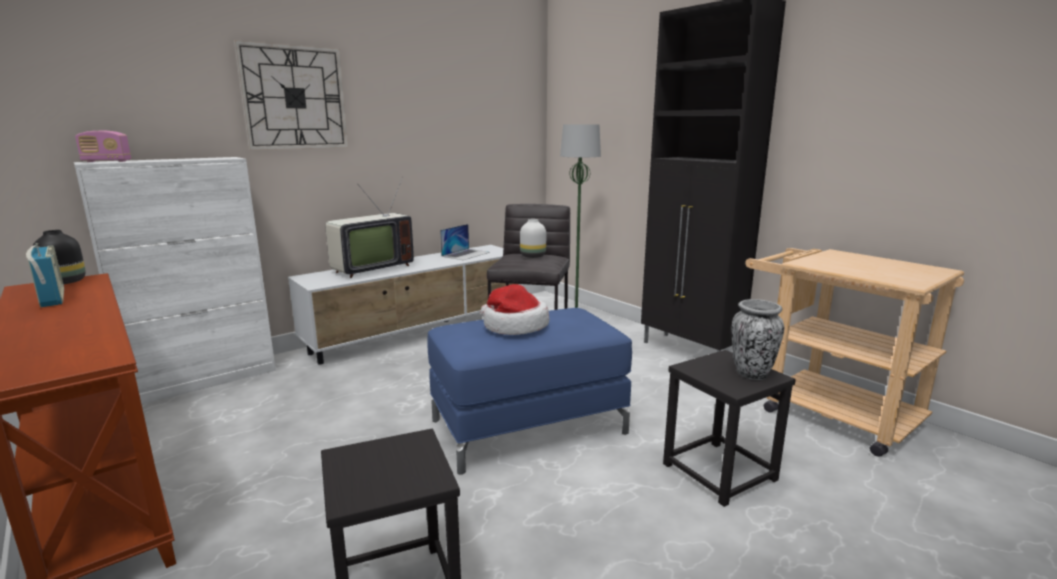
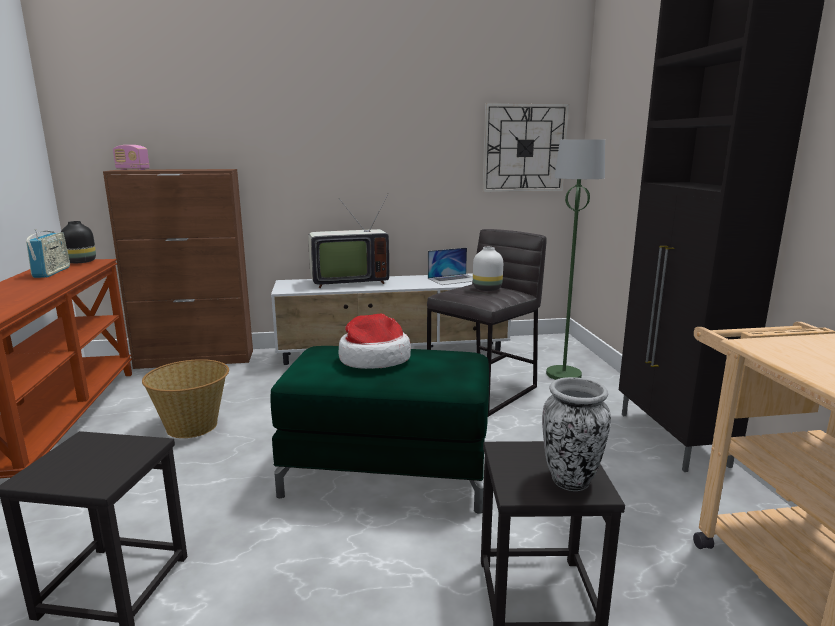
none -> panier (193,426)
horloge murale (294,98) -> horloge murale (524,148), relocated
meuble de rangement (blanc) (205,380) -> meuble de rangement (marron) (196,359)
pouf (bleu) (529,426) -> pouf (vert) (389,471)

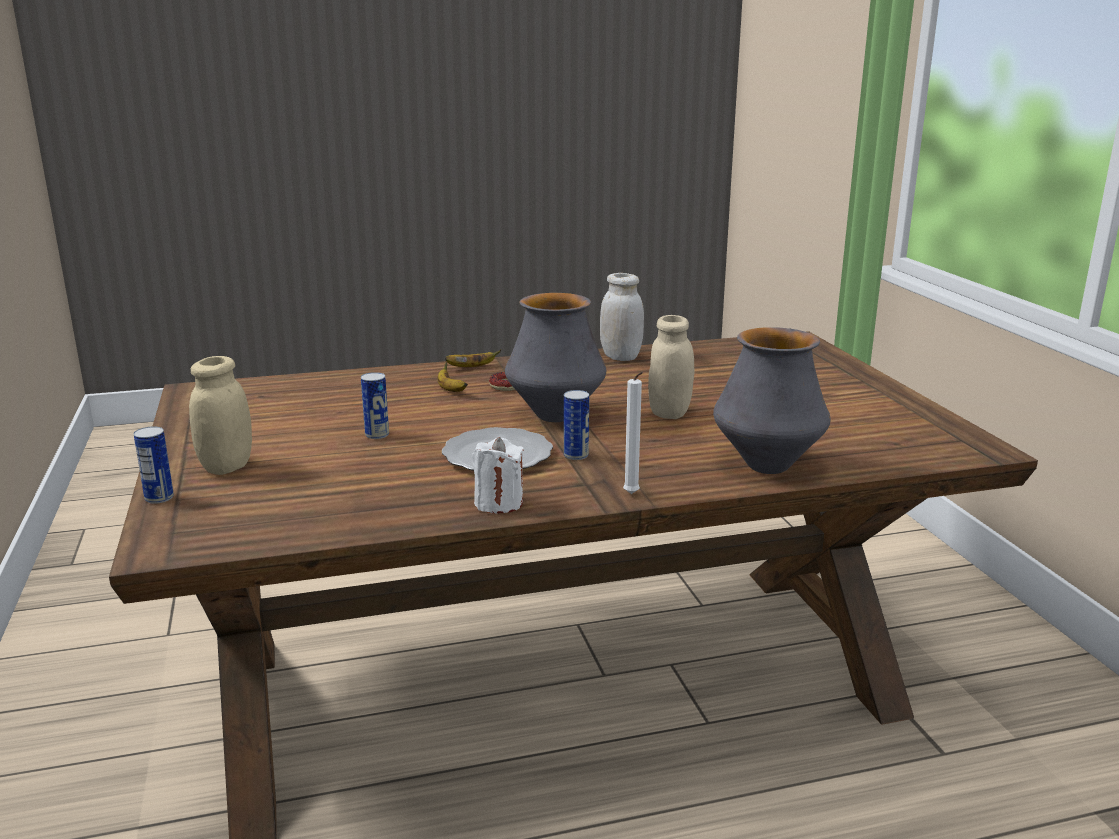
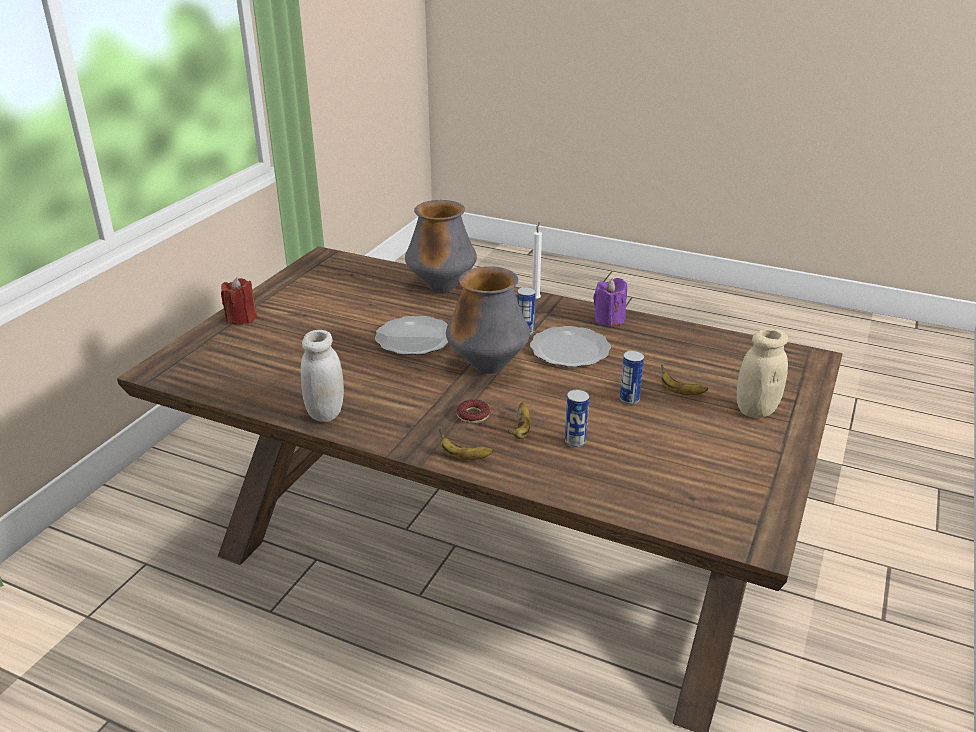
none -> bougie (rouge) (241,318)
none -> banane (680,392)
boîte métallique (159,498) -> boîte métallique (575,441), relocated
bocal (beige) (669,413) -> assiette (415,339)
bougie (blanc) (498,503) -> bougie (violet) (609,319)

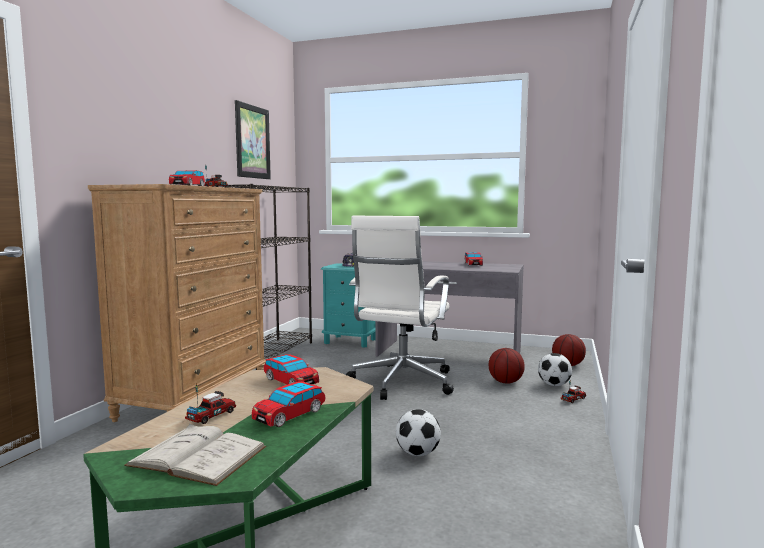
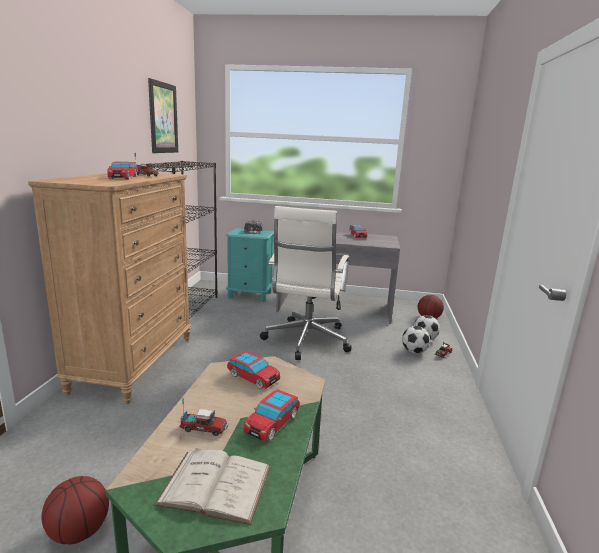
ballon de foot (417,453) -> ballon de foot (414,352), relocated
ballon de basket (505,382) -> ballon de basket (78,531), relocated
camion jouet (212,416) -> camion jouet (204,429), 75 degrees clockwise

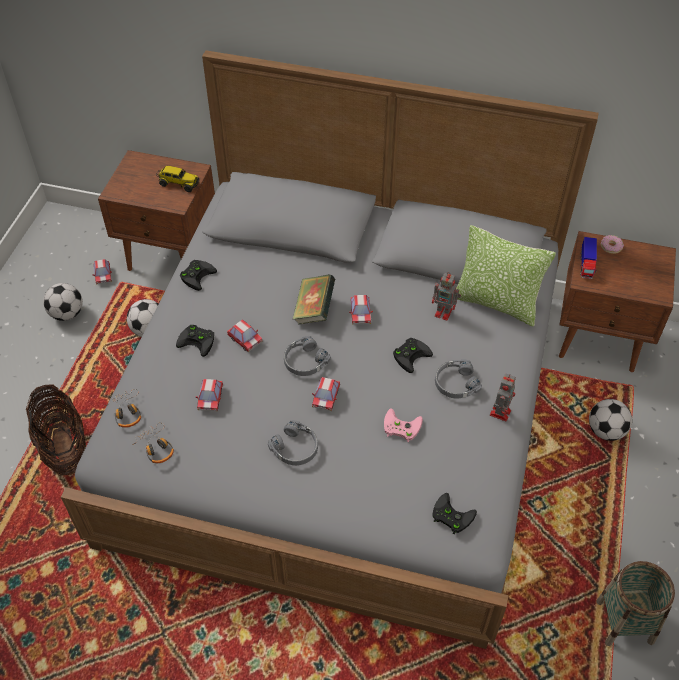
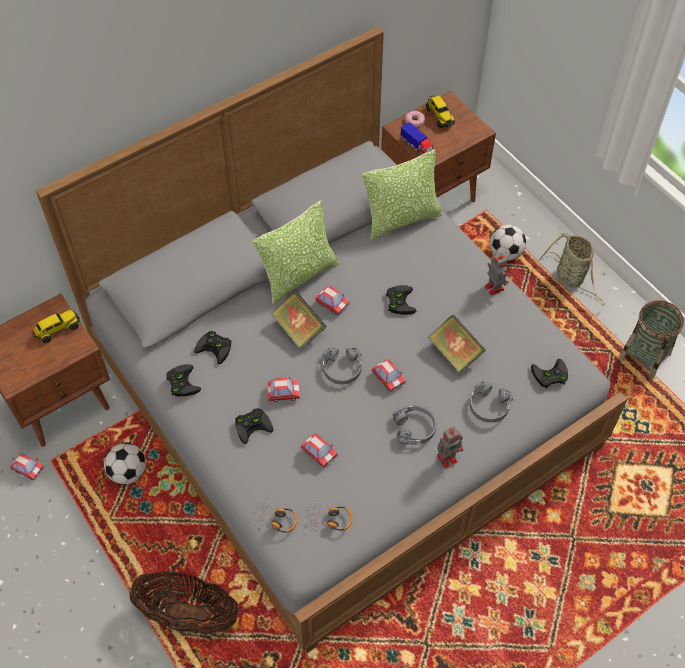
ballon de foot (67,314) -> none
none -> manette (noir) (216,347)
none -> coussin (299,276)
none -> camion jouet (439,116)
none -> panier (571,279)
robot jouet (444,313) -> robot jouet (448,457), relocated
casque audio (gris) (455,383) -> casque audio (gris) (489,406), relocated
manette (rose) (400,427) -> livre (455,352)

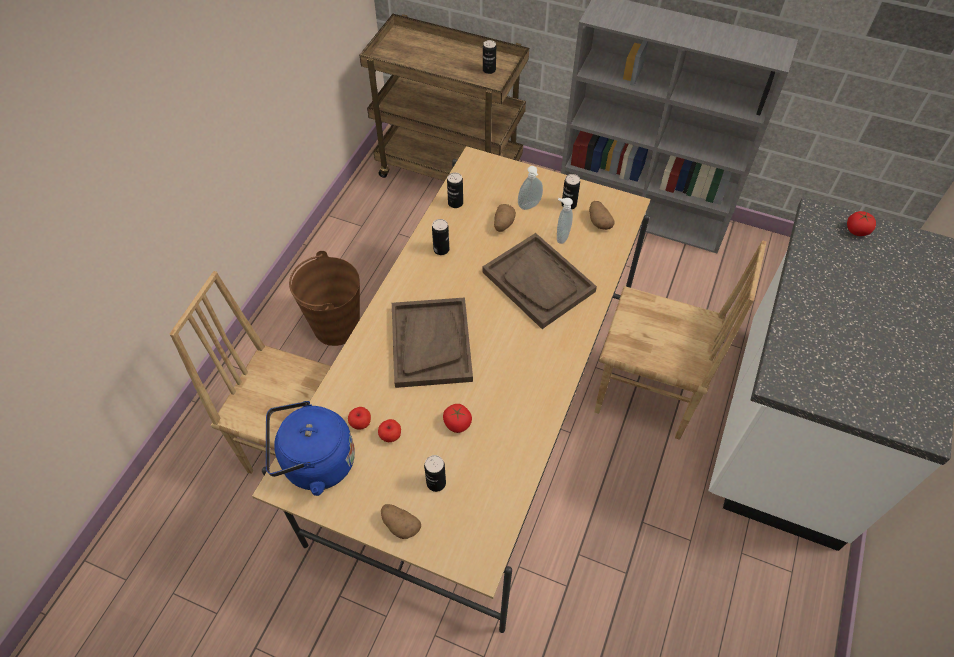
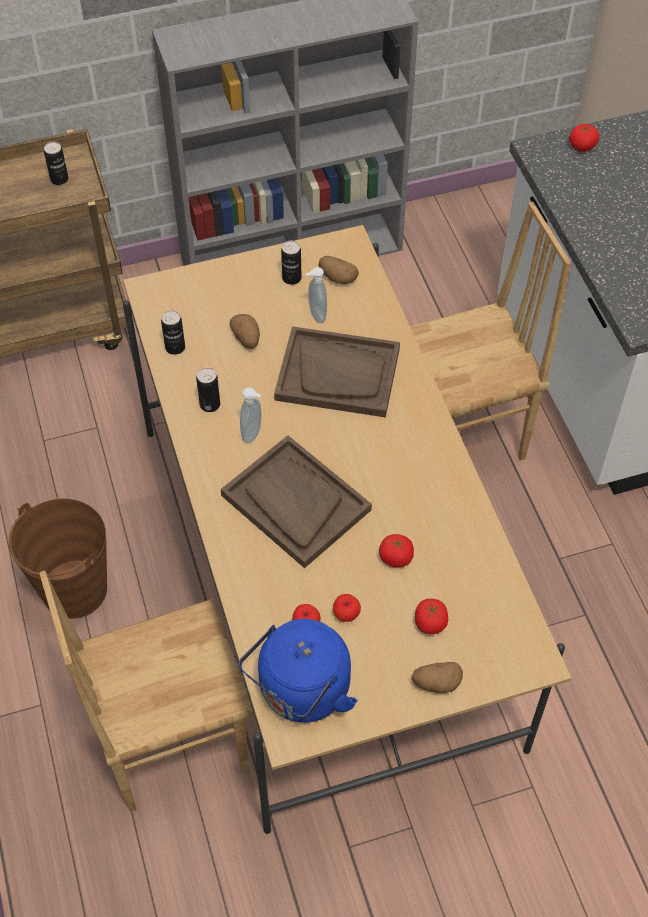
distributeur de savon (530,206) -> distributeur de savon (253,434), relocated
boîte métallique (436,483) -> tomate (430,623)

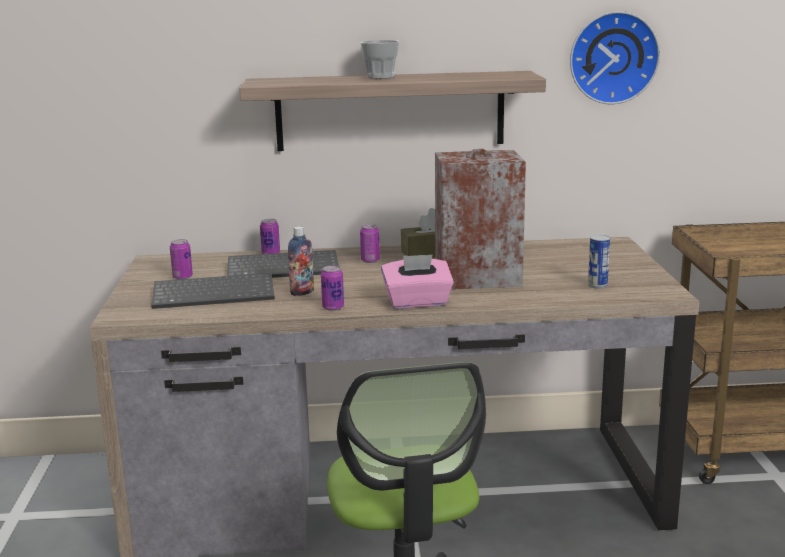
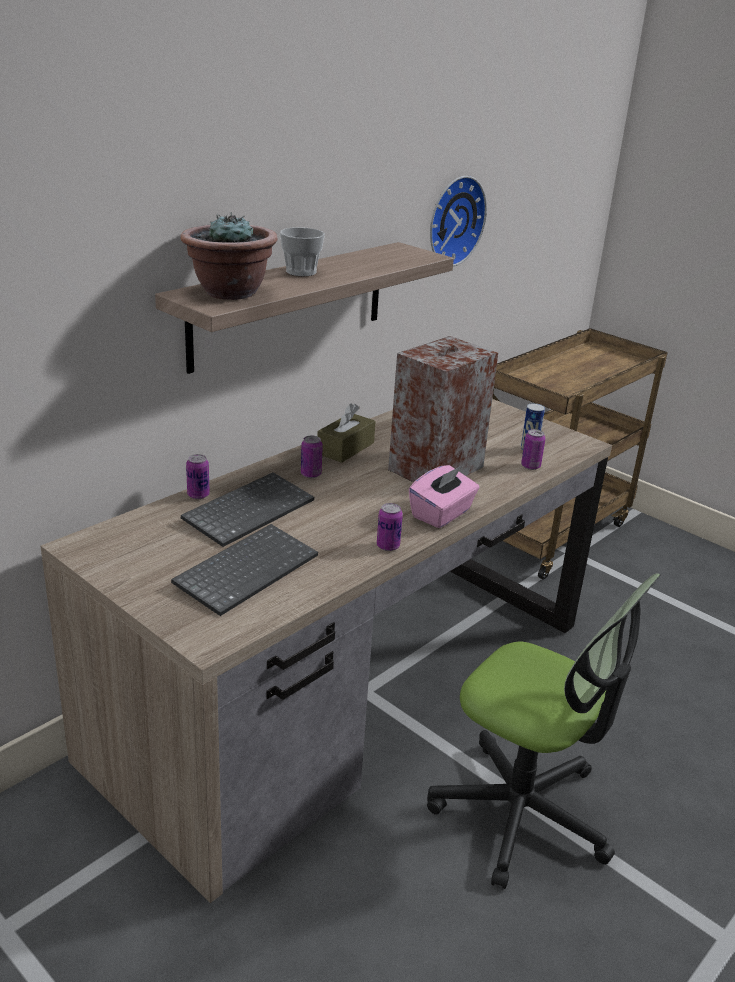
bouteille (302,292) -> none
none -> plante en pot (229,292)
boîte métallique (182,277) -> boîte métallique (530,466), relocated

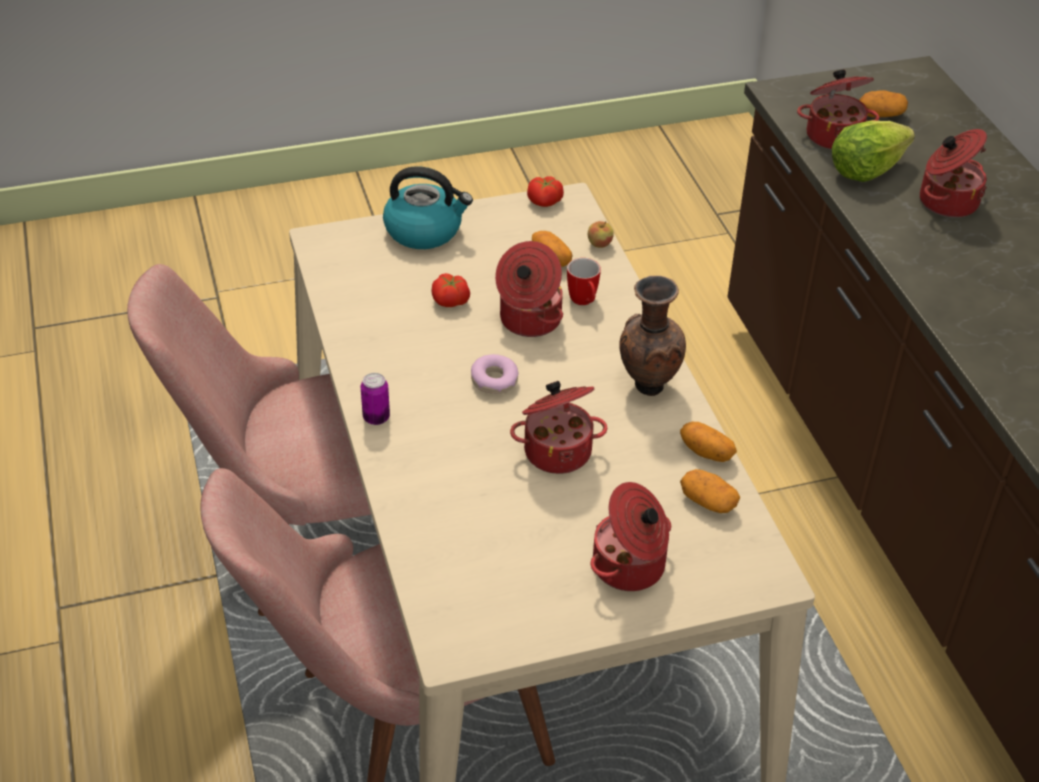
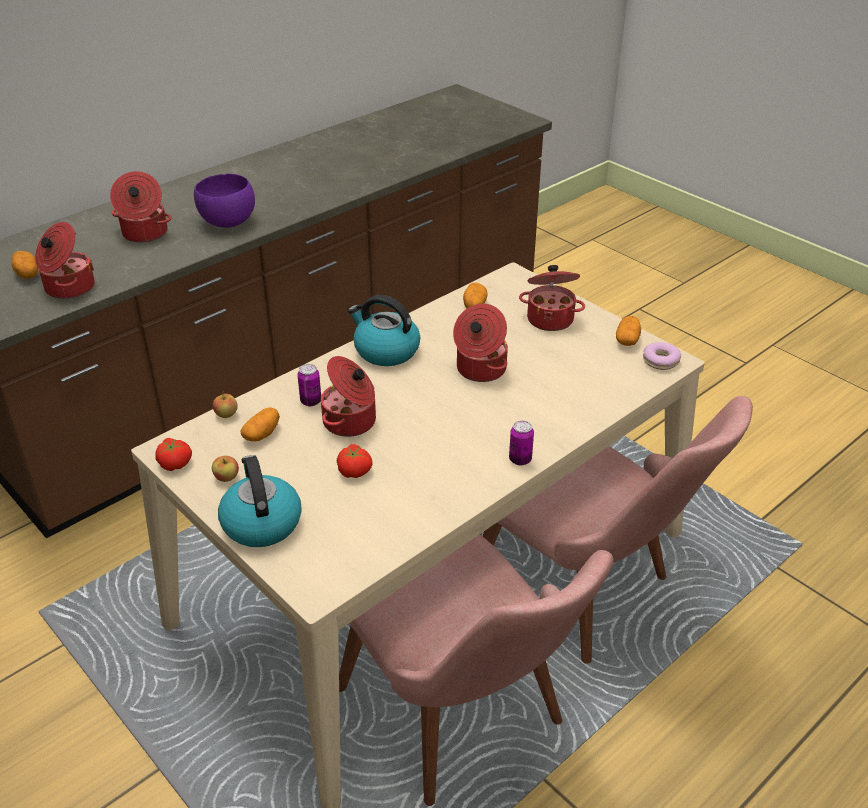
laitue (865,170) -> none
none -> bol (violet) (227,223)
none -> pomme (227,478)
beignet (494,380) -> beignet (661,361), relocated
pomme de terre (706,452) -> pomme de terre (627,340), relocated
mug (584,303) -> boîte métallique (311,401)
vase (marron) (647,385) -> bouilloire (385,351)

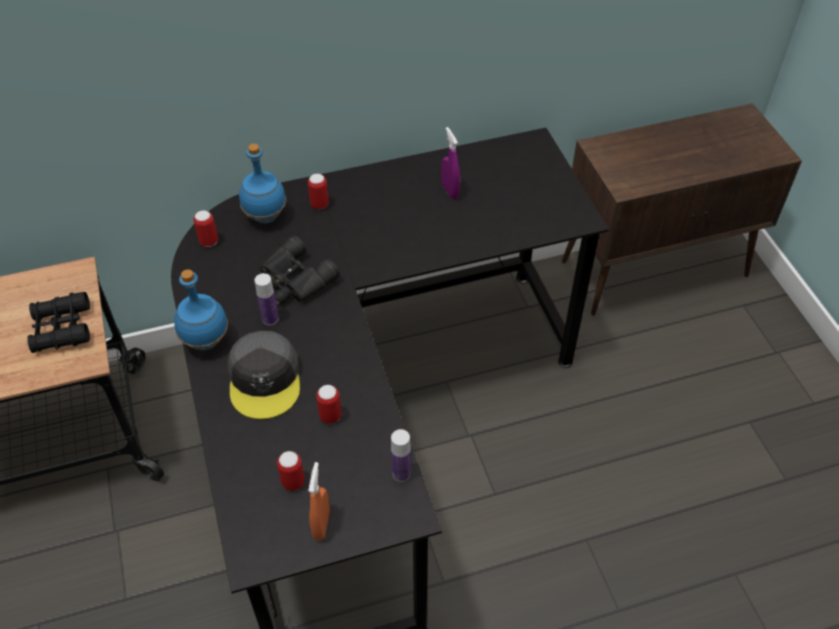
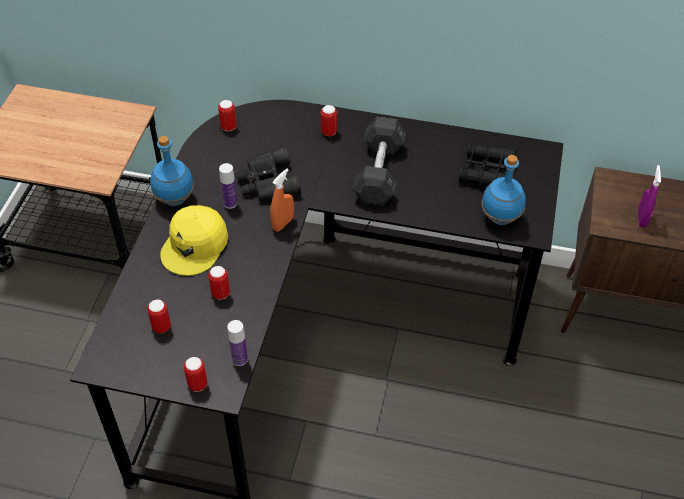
none -> boîte métallique (197,384)
none -> haltère (gris) (379,172)
jumelles (noir) (61,329) -> jumelles (noir) (486,172), relocated
bouteille (bleu) (266,216) -> bouteille (bleu) (501,218), relocated
vaporisateur (orange) (321,525) -> vaporisateur (orange) (283,223), relocated
vaporisateur (violet) (450,191) -> vaporisateur (violet) (642,219), relocated
casquette (gris) (265,379) -> casquette (jaune) (195,245)

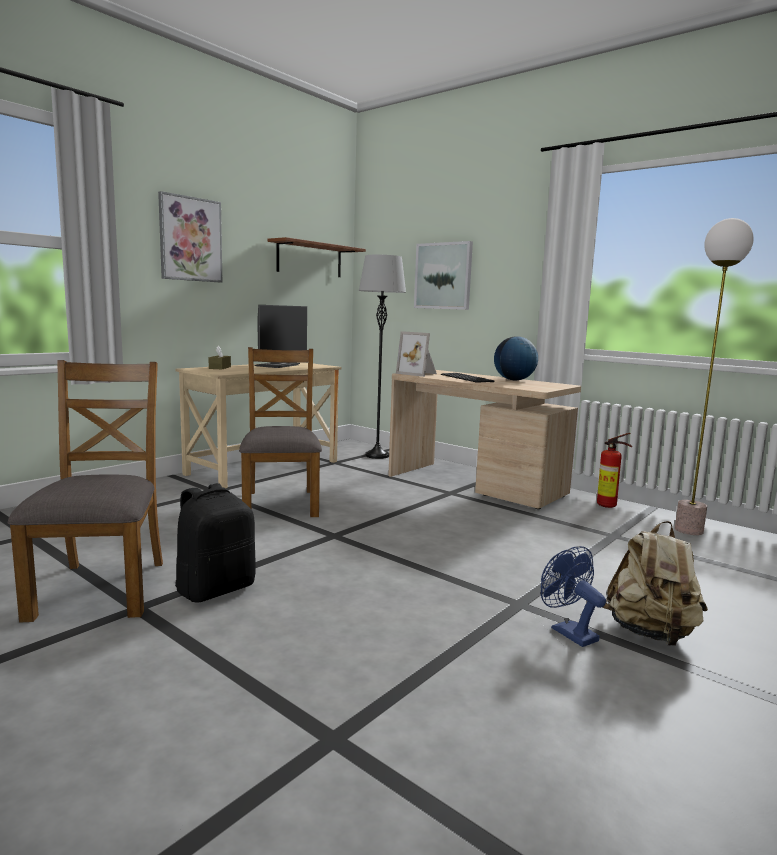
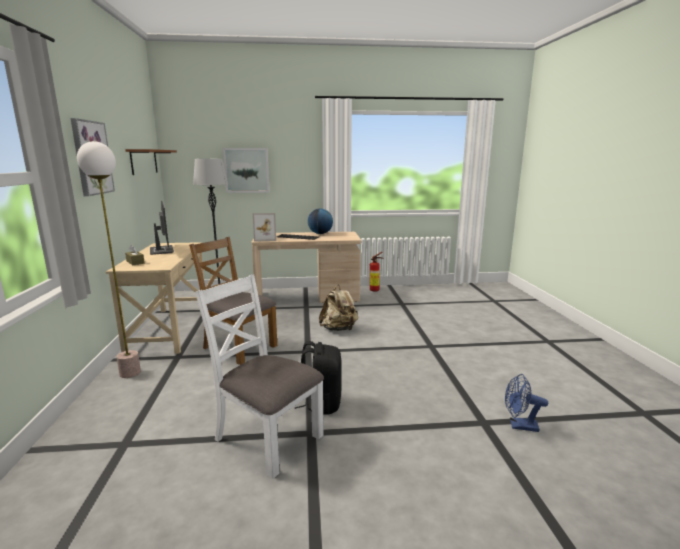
ventilateur (bleu) (568,632) -> ventilateur (bleu) (519,426), relocated
sac à dos (beige) (651,633) -> sac à dos (beige) (339,329), relocated
lampadaire (689,530) -> lampadaire (130,373), relocated
chaise (marron) (101,588) -> chaise (blanc) (267,437)

